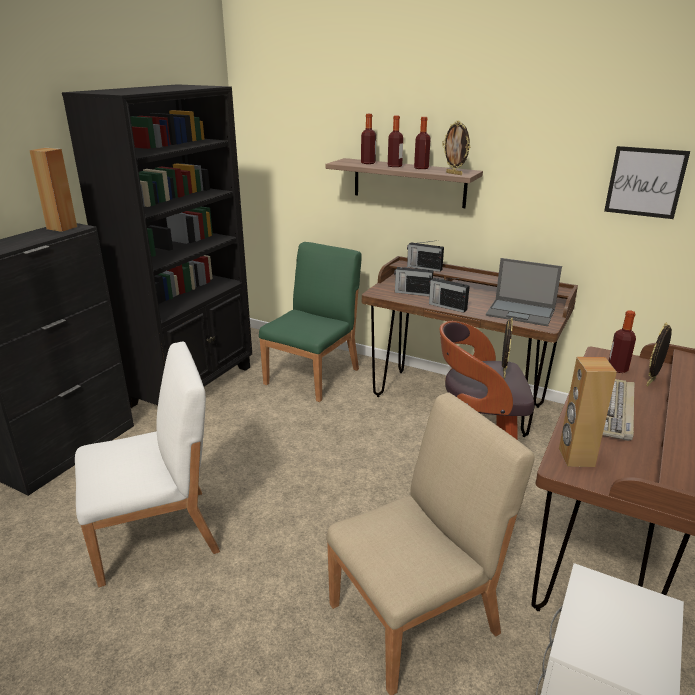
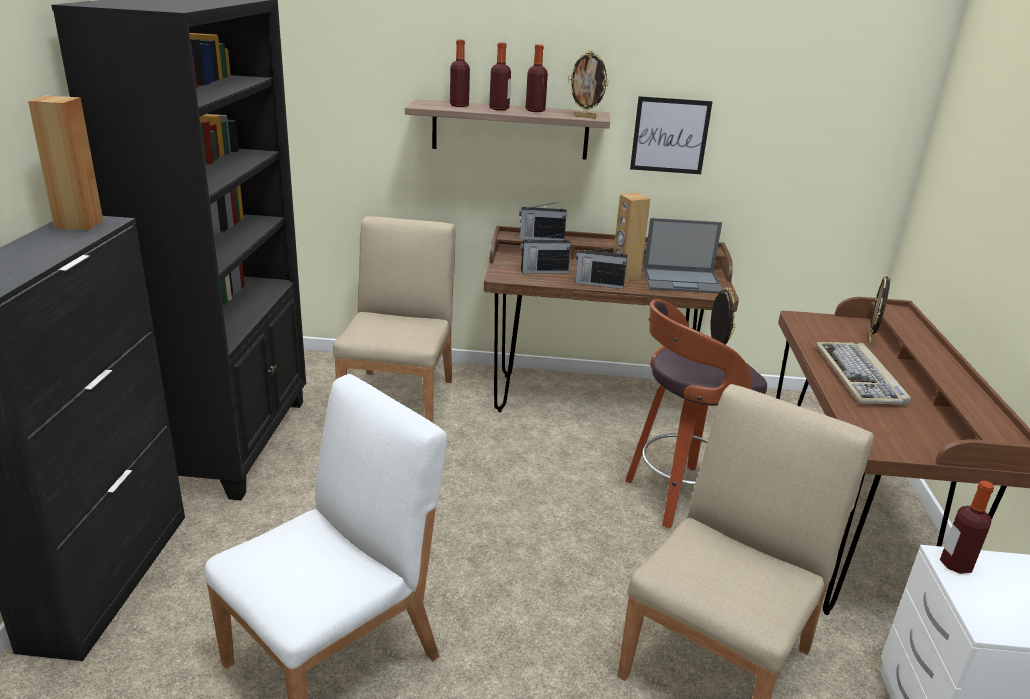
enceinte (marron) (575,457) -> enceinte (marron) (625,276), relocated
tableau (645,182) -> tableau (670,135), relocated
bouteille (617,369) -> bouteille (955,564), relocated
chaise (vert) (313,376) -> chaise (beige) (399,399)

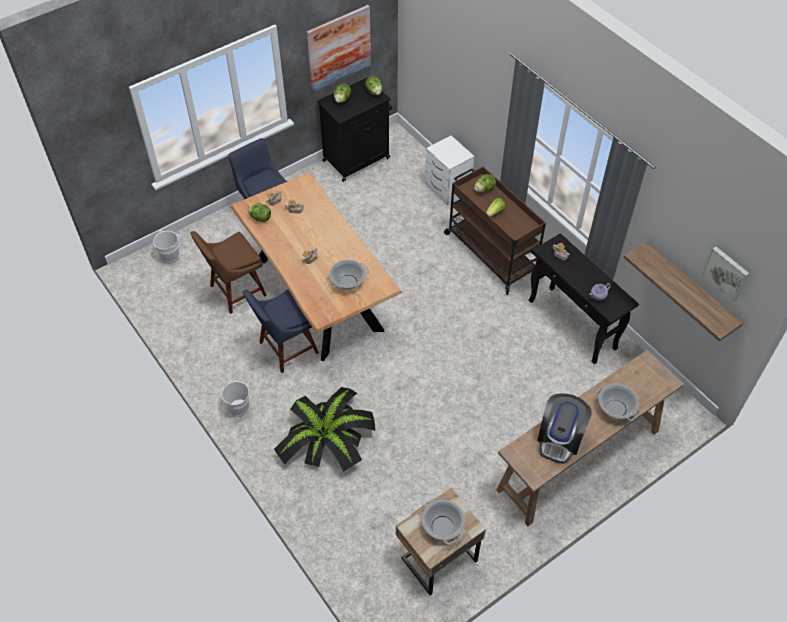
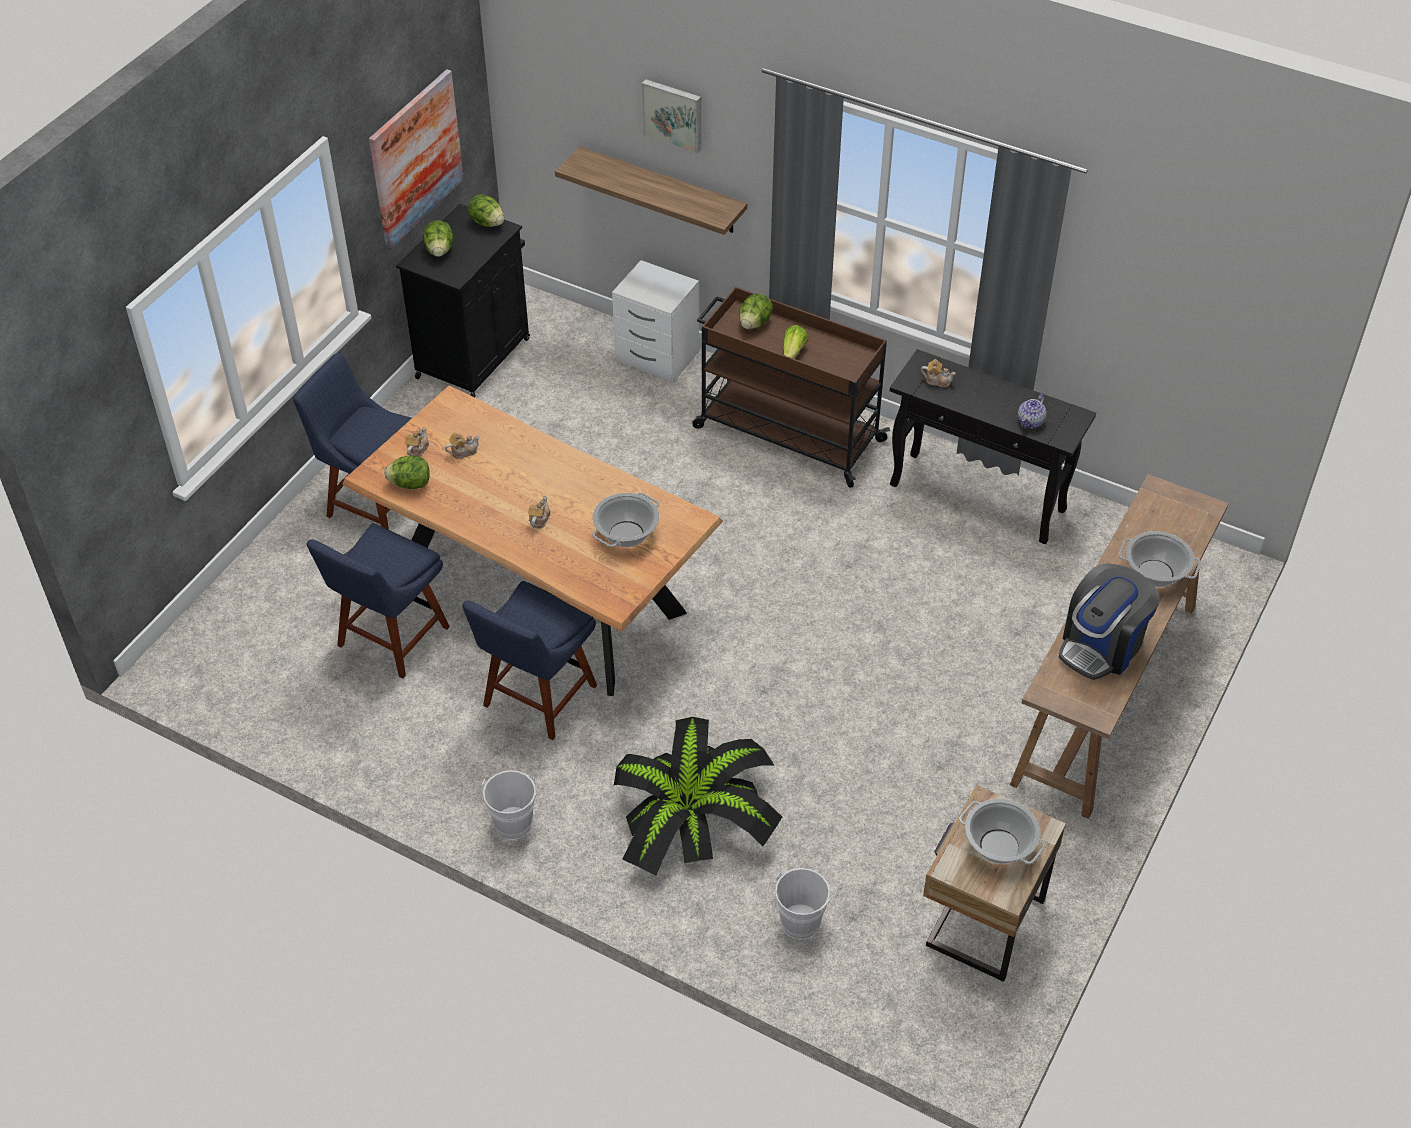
seau (blanc) (172,256) -> seau (blanc) (803,919), relocated
étagère (689,289) -> étagère (662,191), relocated
tableau (726,273) -> tableau (673,114), relocated
chaise (marron) (235,292) -> chaise (bleu) (390,640)
machine à café (560,438) -> machine à café (1101,645), 45 degrees clockwise

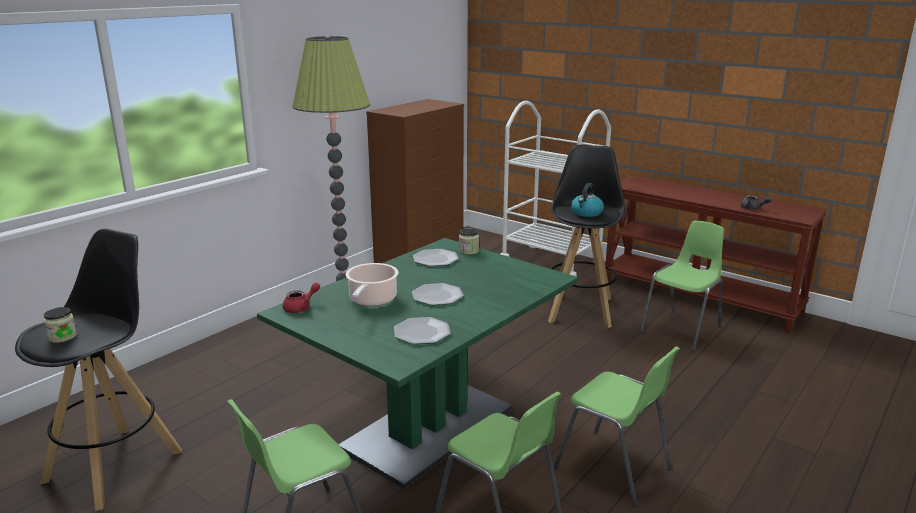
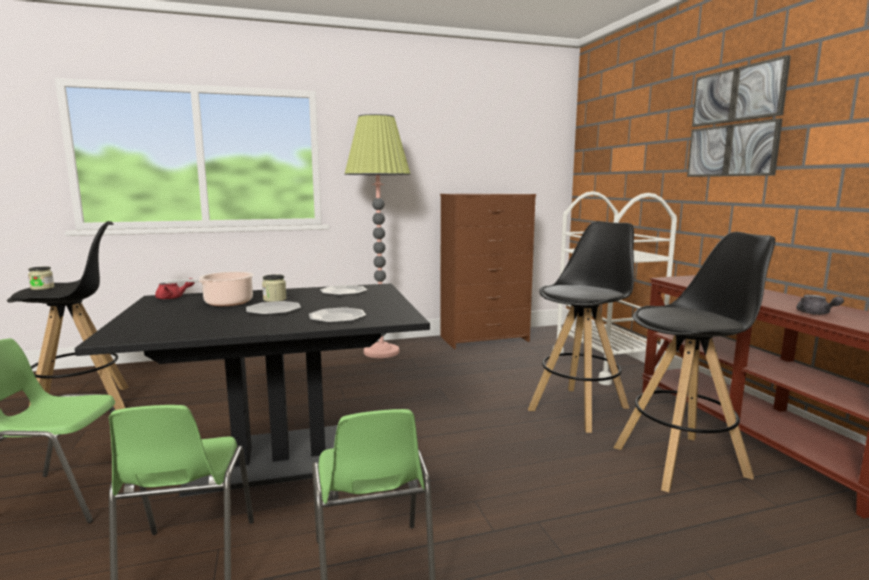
bouilloire (586,213) -> none
none -> tableau (734,123)
assiette (422,332) -> assiette (337,317), relocated
bocal (469,251) -> bocal (275,299), relocated
chaise (vert) (682,329) -> tabouret (noir) (682,461)
table à manger (vert) (429,428) -> table à manger (noir) (281,458)

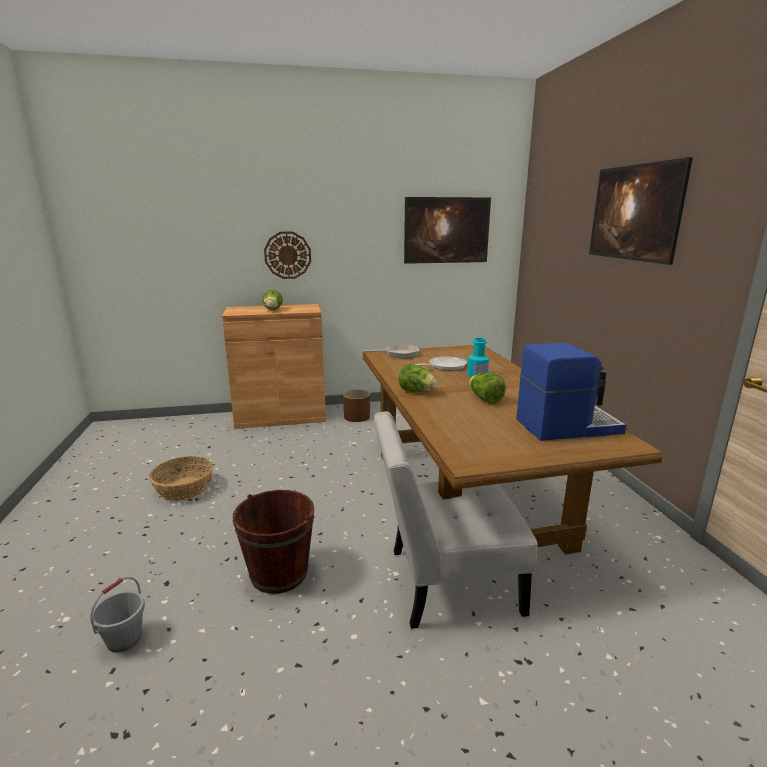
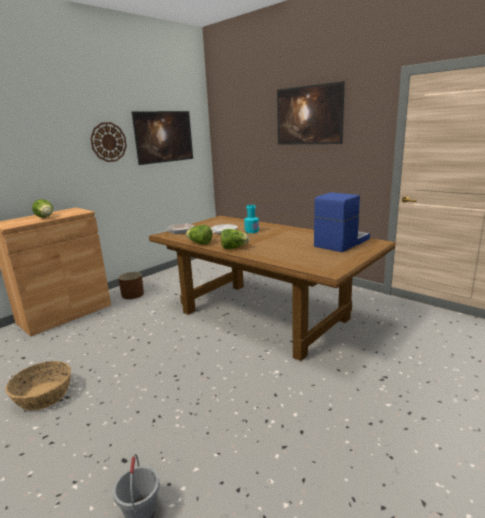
seau (marron) (279,573) -> none
chaise (blanc) (445,582) -> none
horloge murale (287,255) -> horloge murale (108,142), relocated
laitue (485,399) -> laitue (200,243), relocated

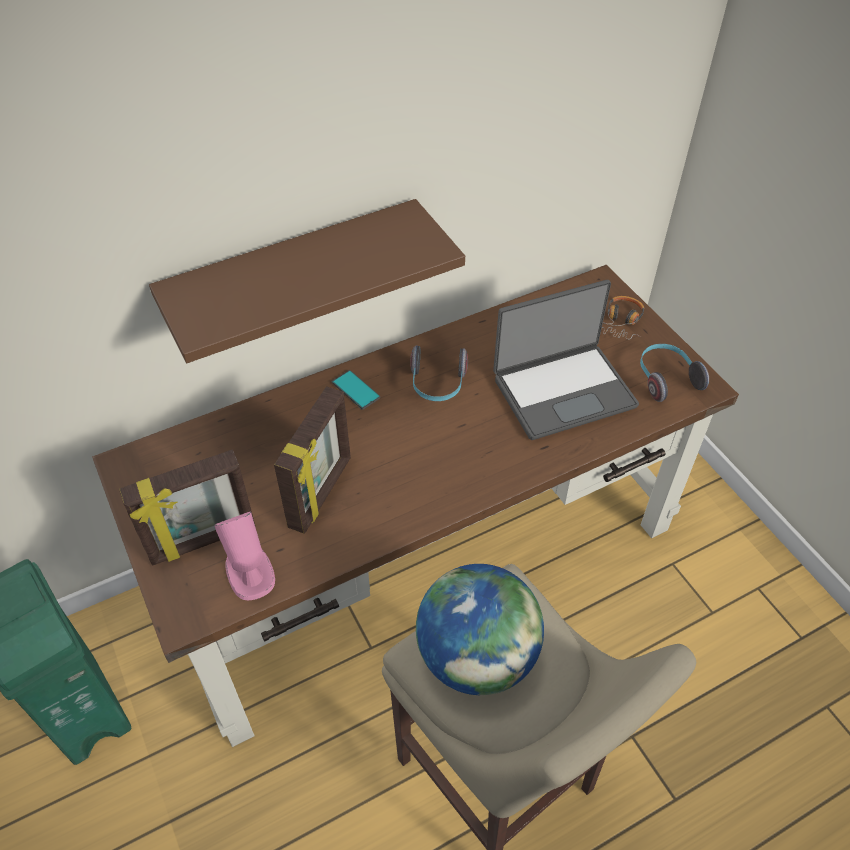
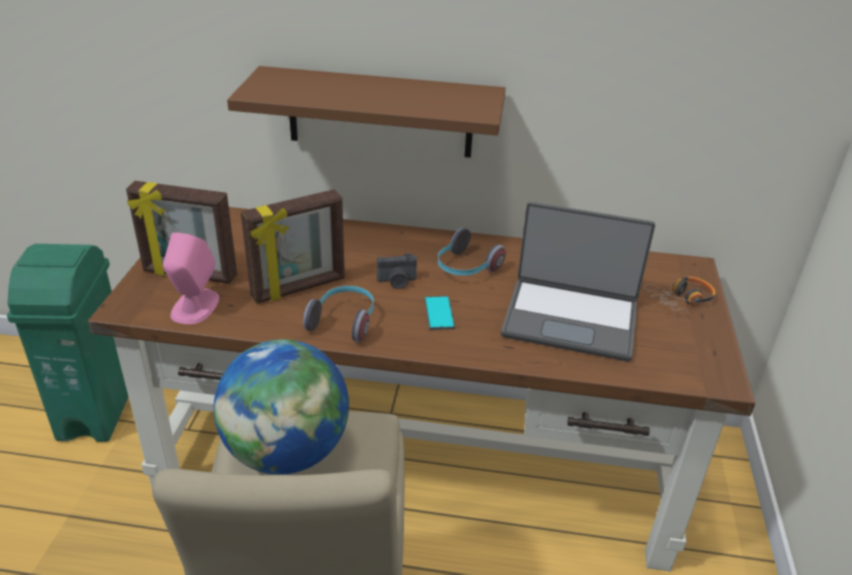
none -> appareil photo (397,282)
téléphone (355,390) -> téléphone (439,313), relocated
casque audio (666,378) -> casque audio (344,321), relocated

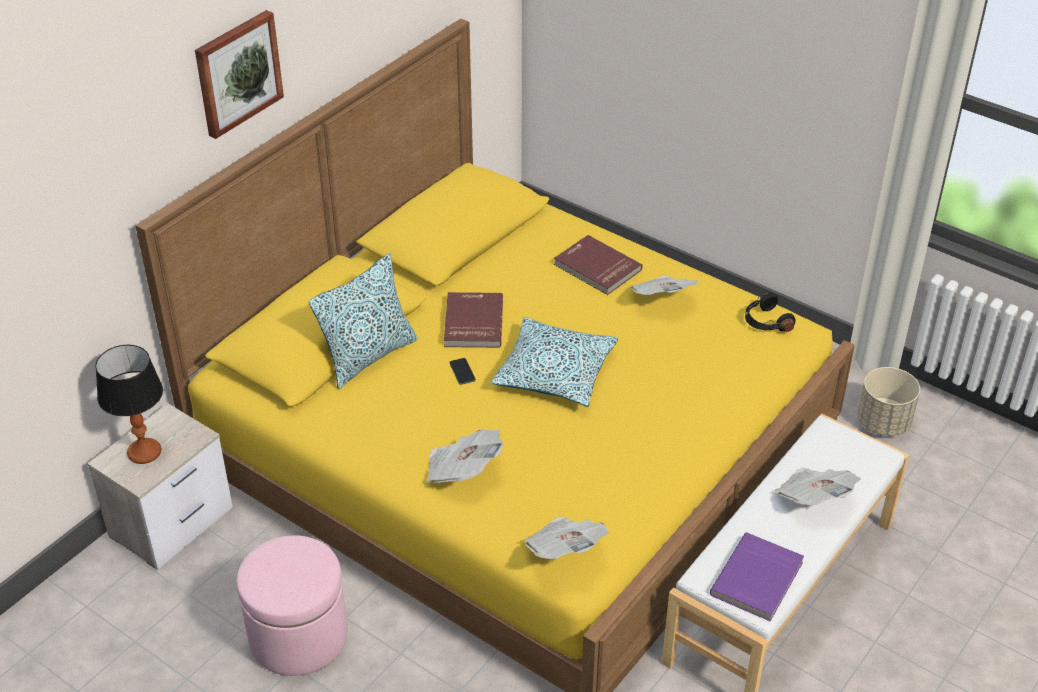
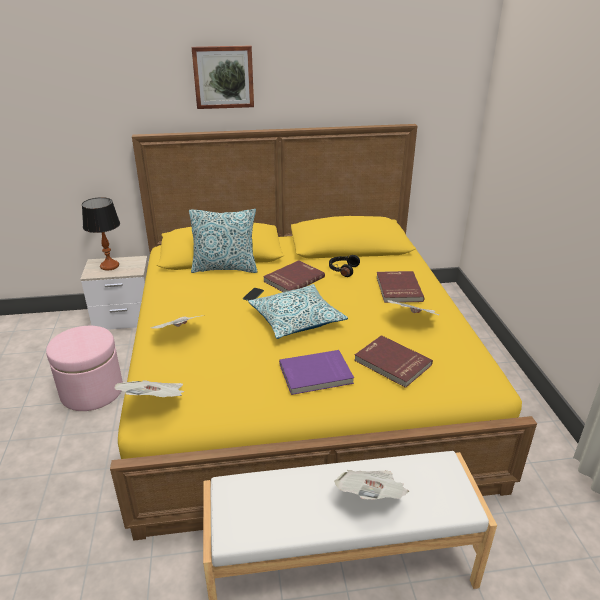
cache-pot (beige) (883,422) -> none
none -> livre (rouge) (391,363)
livre (violet) (758,579) -> livre (violet) (316,375), relocated
casque audio (noir) (766,322) -> casque audio (noir) (342,270), relocated

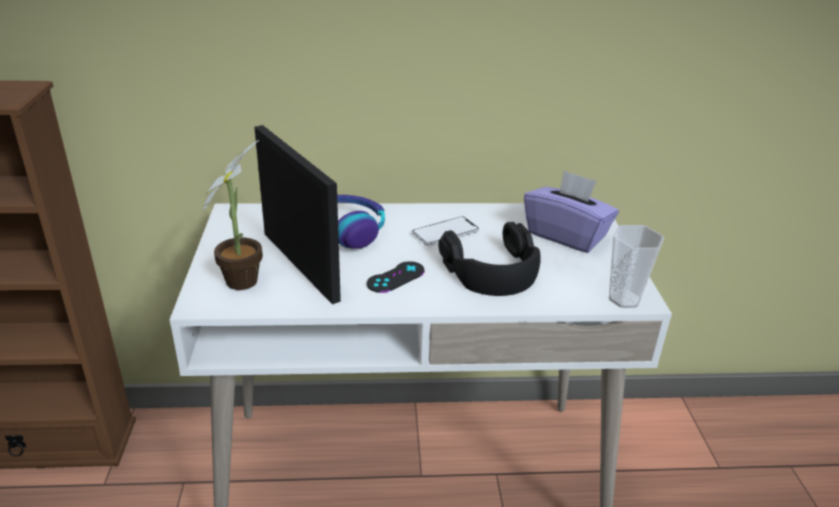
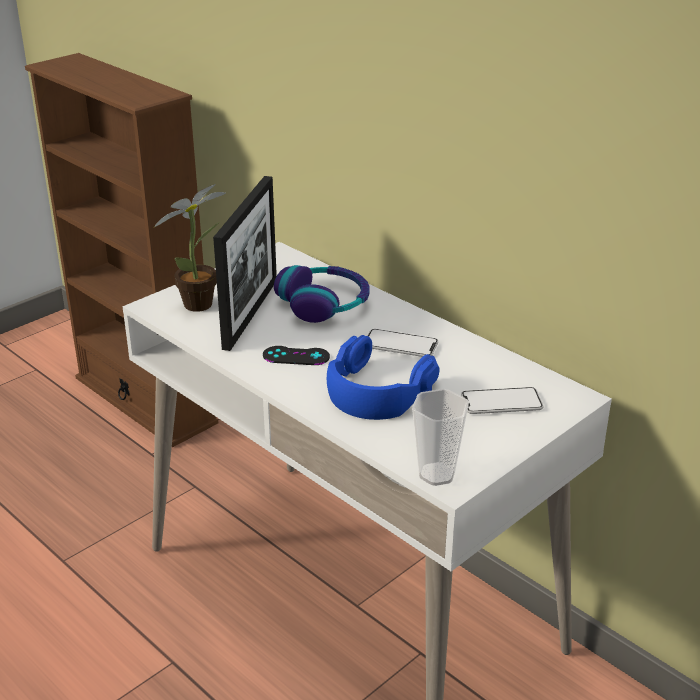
boîte à mouchoirs (violet) (566,235) -> téléphone (501,402)
casque audio (noir) (492,270) -> casque audio (bleu) (376,391)

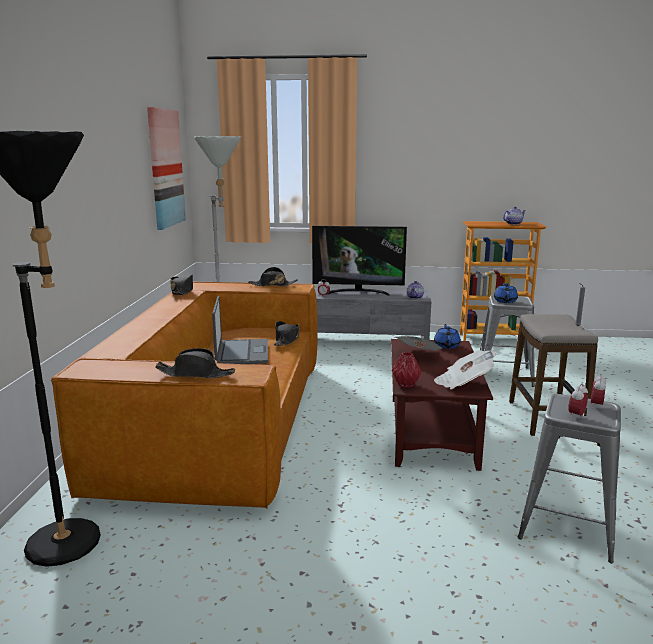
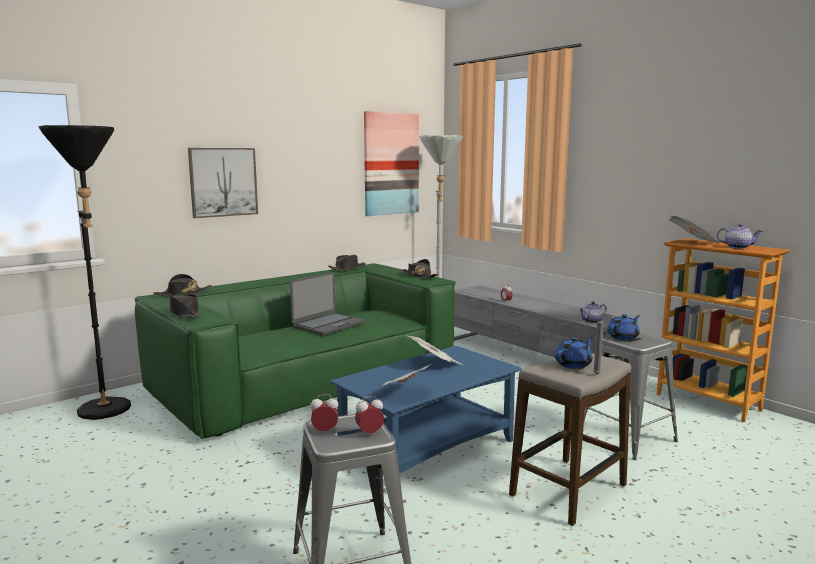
téléviseur (358,292) -> none
vase (rouge) (405,385) -> none
none -> tableau (223,182)
none -> journal (693,243)
chapeau (noir) (287,339) -> chapeau (noir) (183,293), relocated
théière (bleu) (446,345) -> théière (bleu) (573,364), relocated
canapé (marron) (220,420) -> canapé (vert) (307,380)
table basse (marron) (431,430) -> table basse (bleu) (428,448)

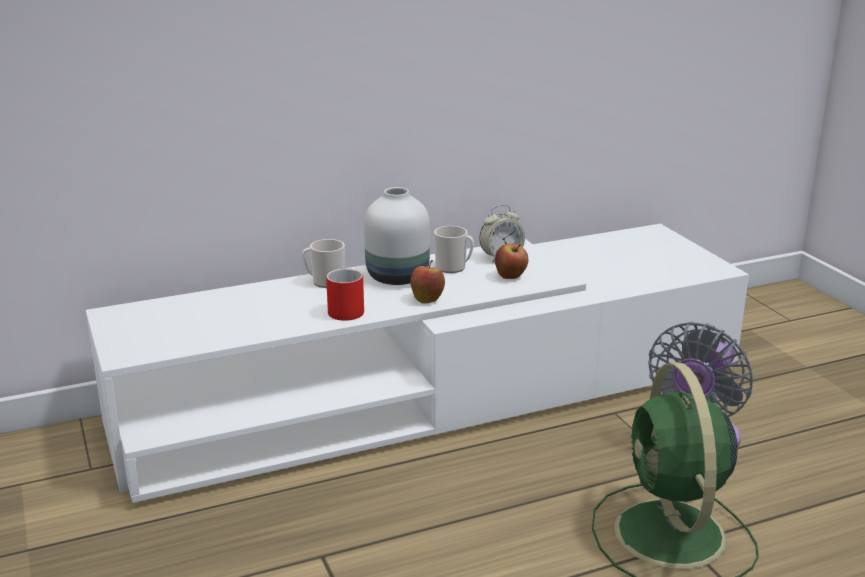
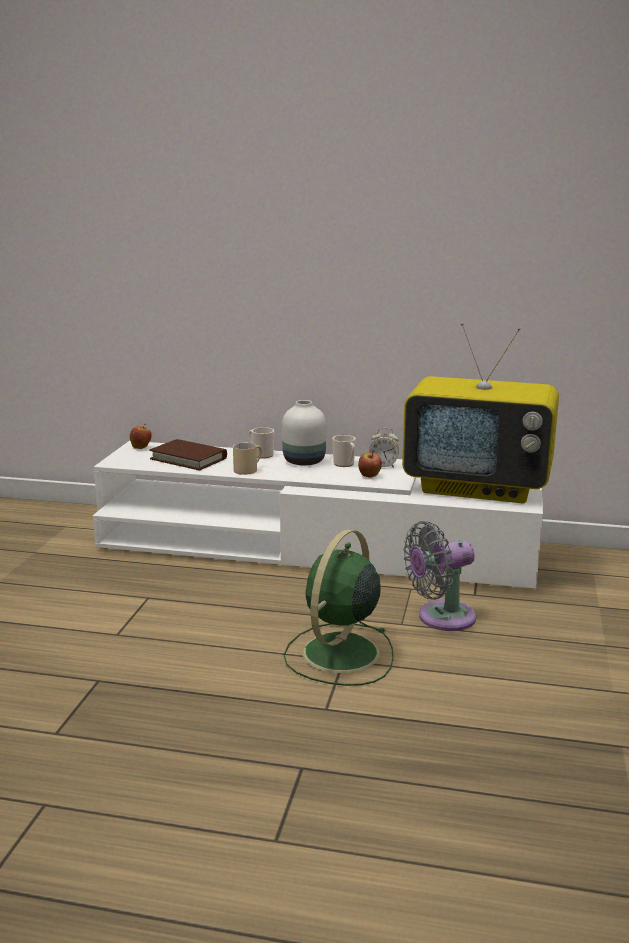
none -> livre (marron) (188,458)
none -> téléviseur (479,487)
pomme (427,299) -> pomme (141,447), relocated
mug (rouge) (346,309) -> mug (beige) (248,469)

